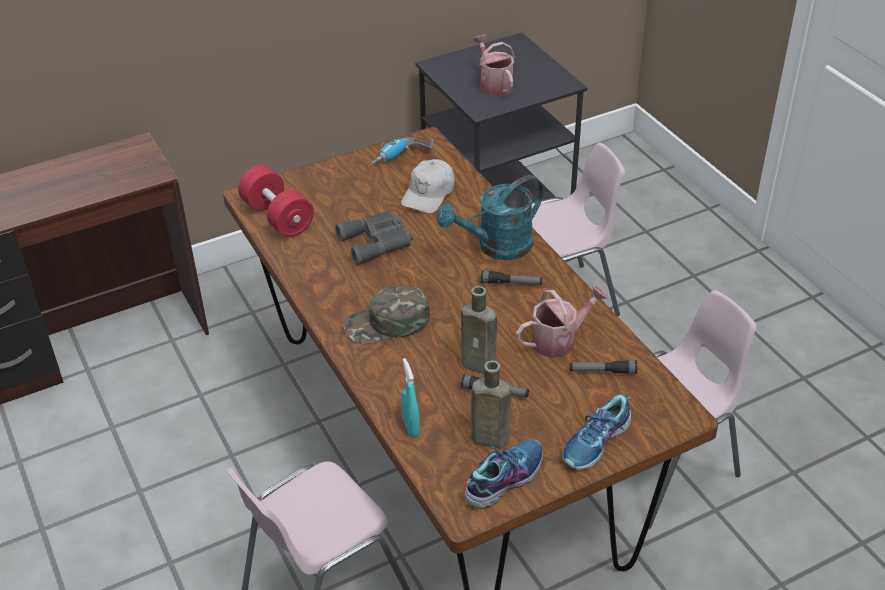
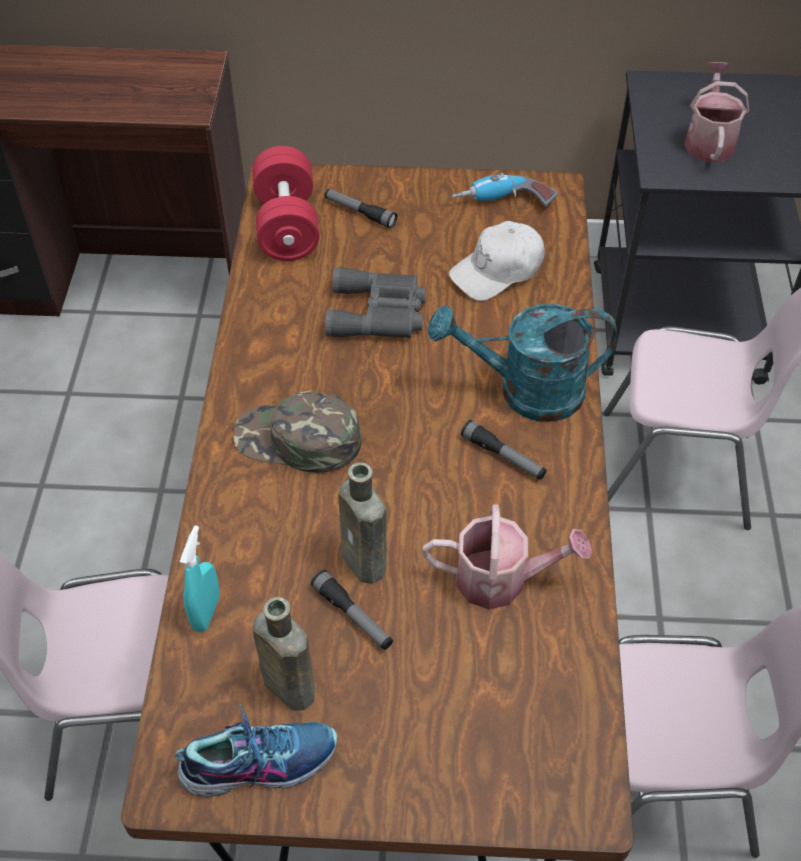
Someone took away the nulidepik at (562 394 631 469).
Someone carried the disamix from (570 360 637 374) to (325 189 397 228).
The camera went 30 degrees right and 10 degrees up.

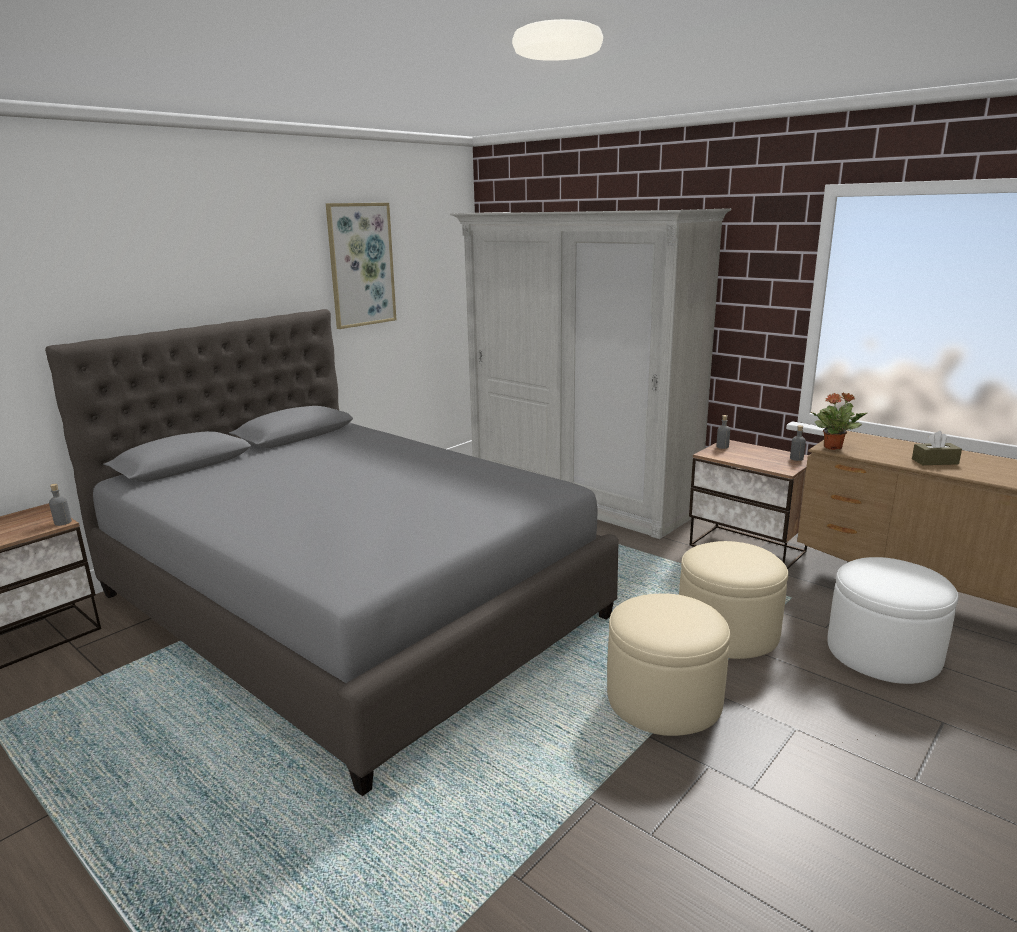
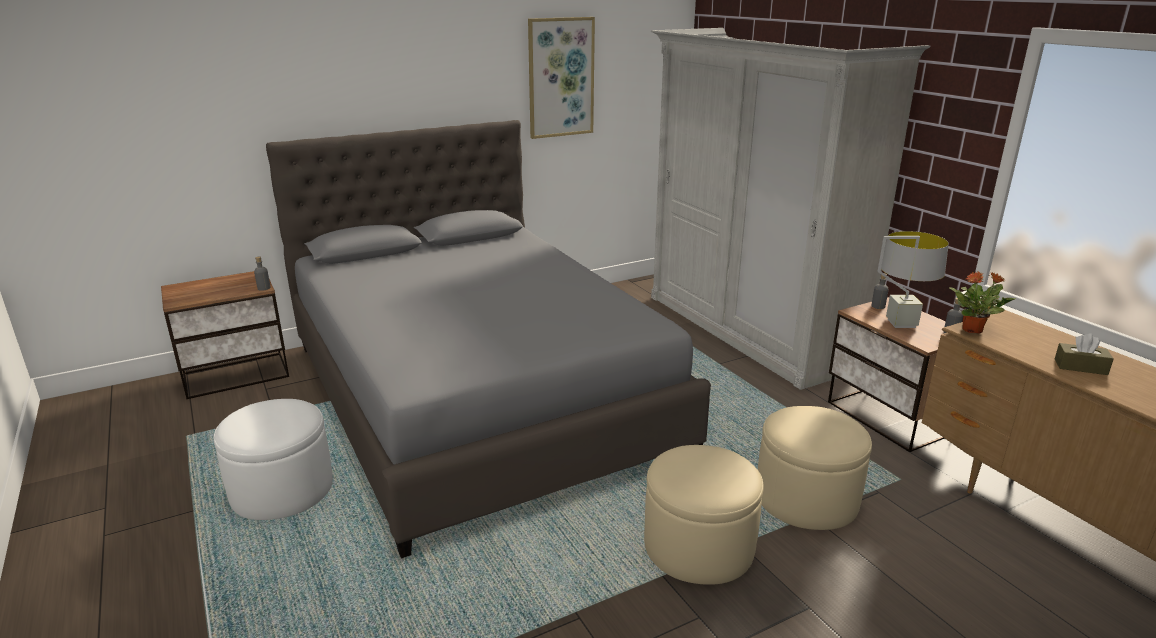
Someone carried the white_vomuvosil from (827 557 958 684) to (214 399 333 520).
Someone put down the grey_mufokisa at (877 231 949 328).
The camera went 20 degrees right and 5 degrees up.

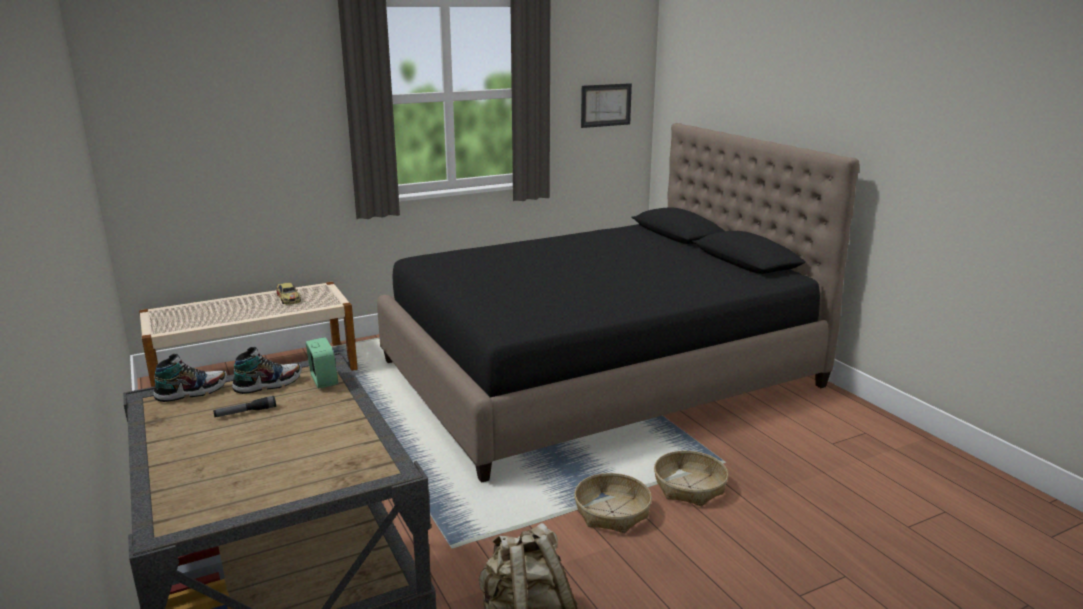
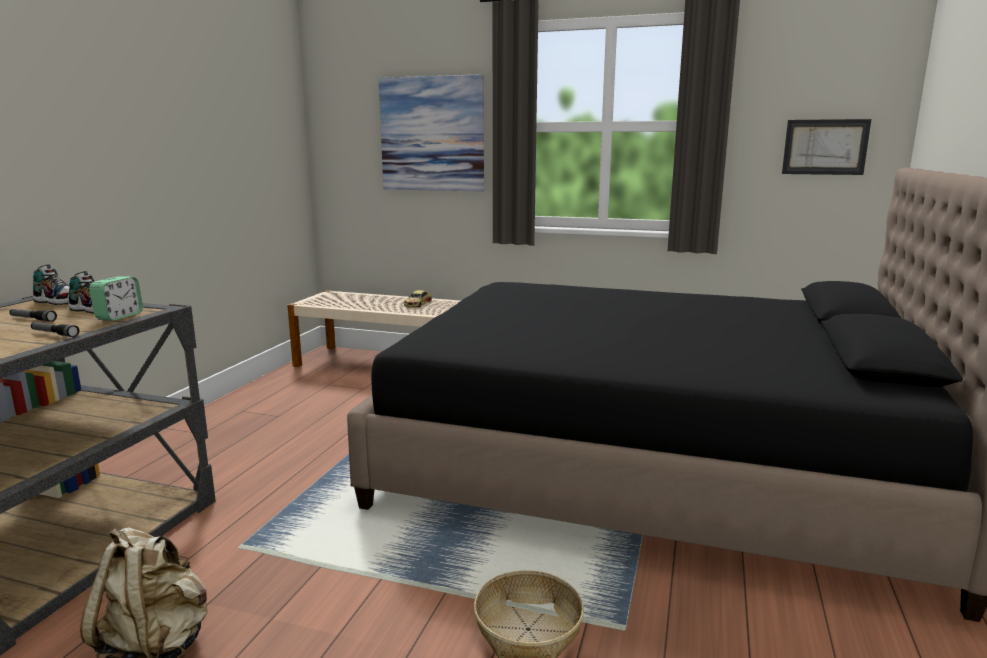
Someone took away the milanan at (574 473 652 533).
Someone put down the disamix at (31 322 80 337).
Someone put up the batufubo at (379 74 484 192).
The camera went 45 degrees right and 5 degrees down.

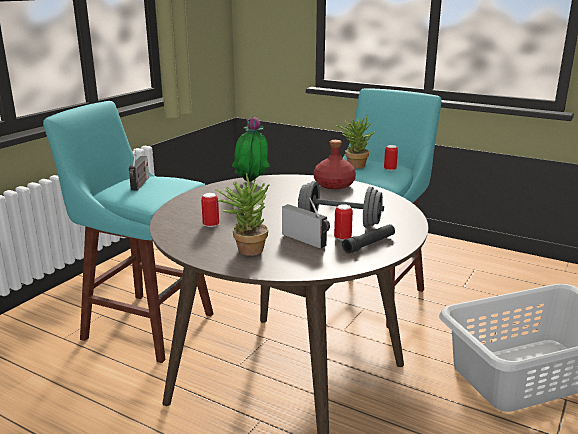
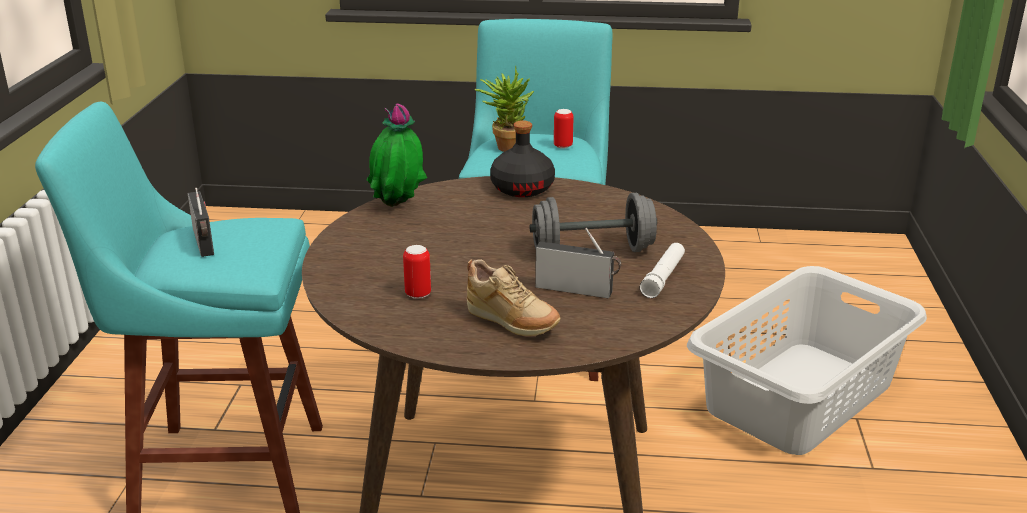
Someone swapped the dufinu at (215 173 270 256) for the beige_nulidepik at (467 259 561 336).
Someone repainted the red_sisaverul at (314 140 356 189), which became the black_sisaverul at (490 120 555 197).
Someone took away the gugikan at (334 204 353 241).
Someone repainted the black_disamix at (342 224 395 254), which became the white_disamix at (640 243 685 298).
The camera went 25 degrees left and 5 degrees up.

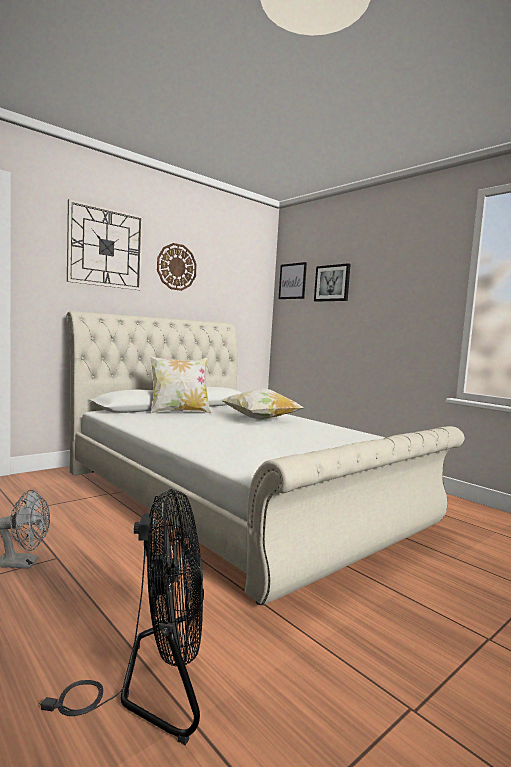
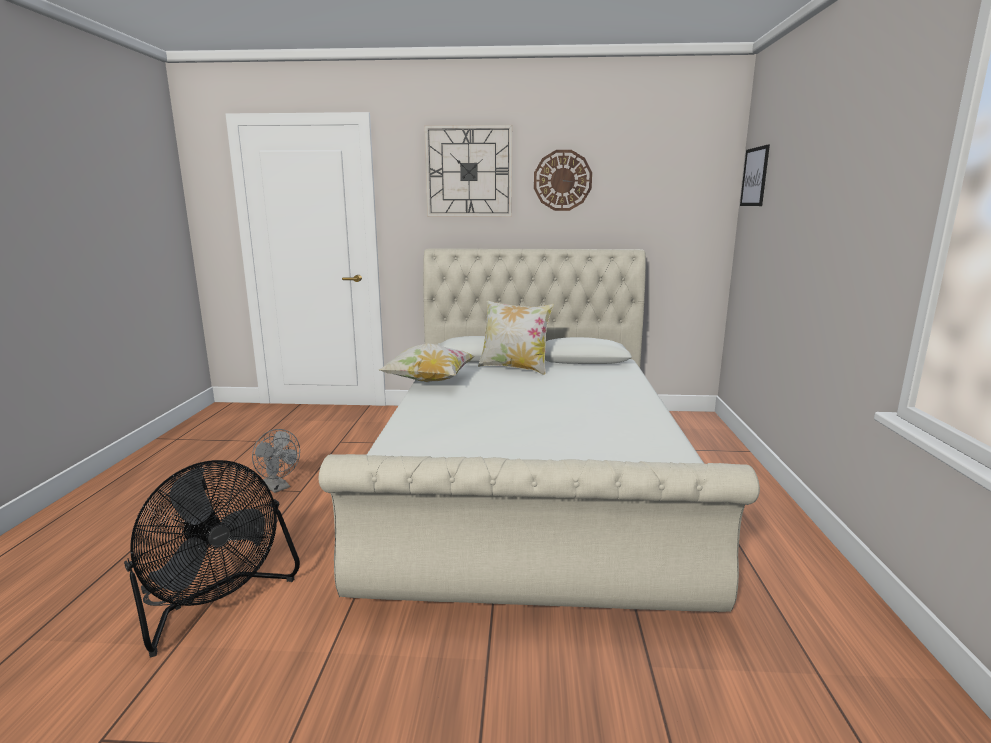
Someone carried the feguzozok from (221 388 303 420) to (379 343 475 382).
Someone took away the batufubo at (314 263 351 302).
The camera went 45 degrees right and 10 degrees up.

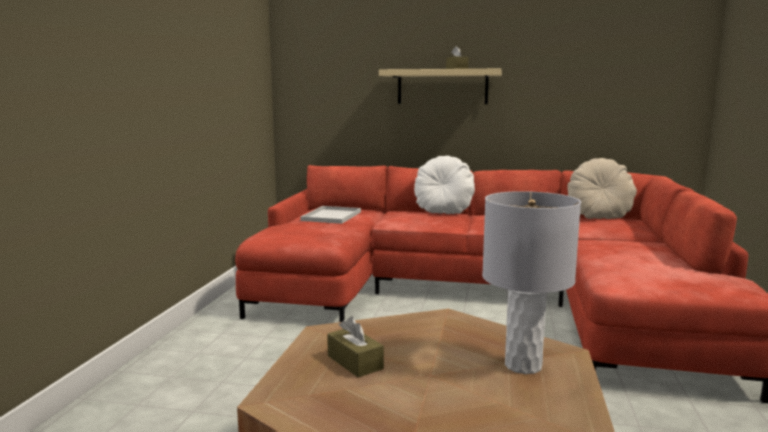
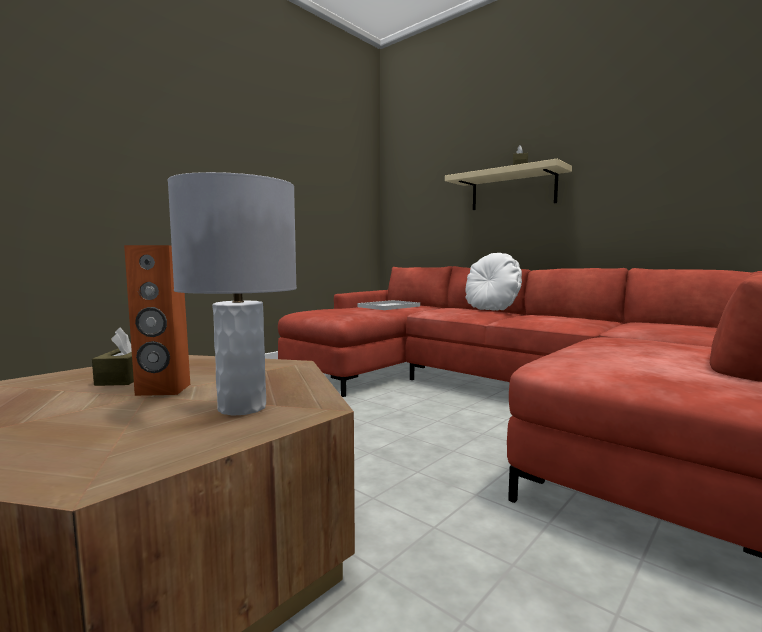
Someone took away the beige_feguzozok at (567 158 637 219).
Someone put down the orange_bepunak at (124 245 190 396).
The camera went 30 degrees right and 5 degrees down.

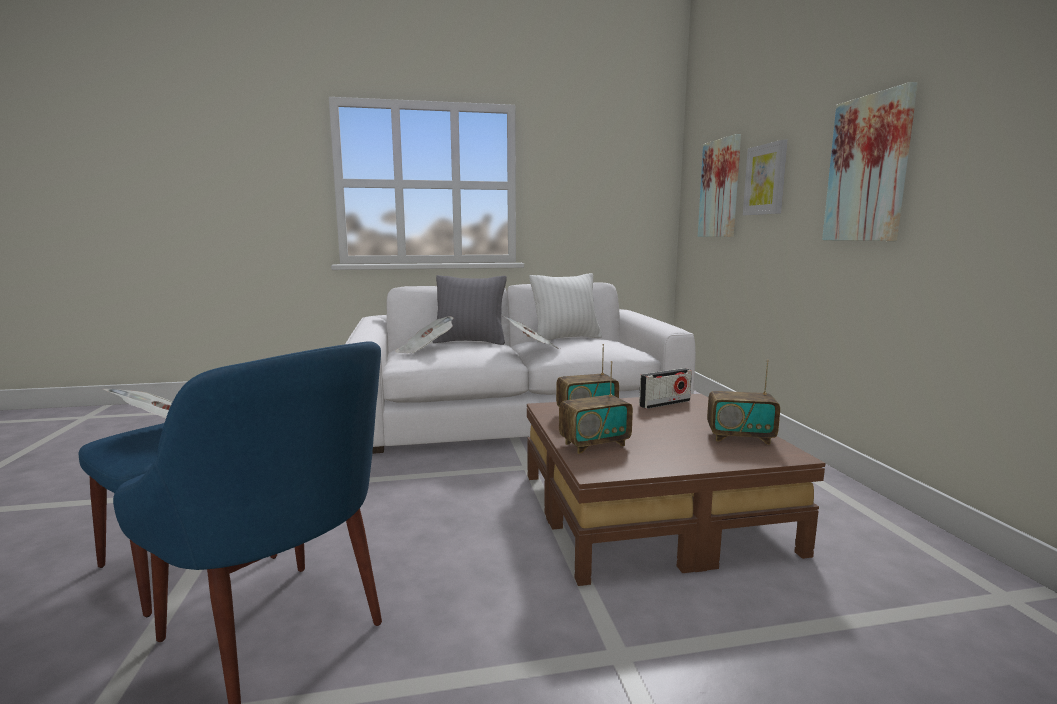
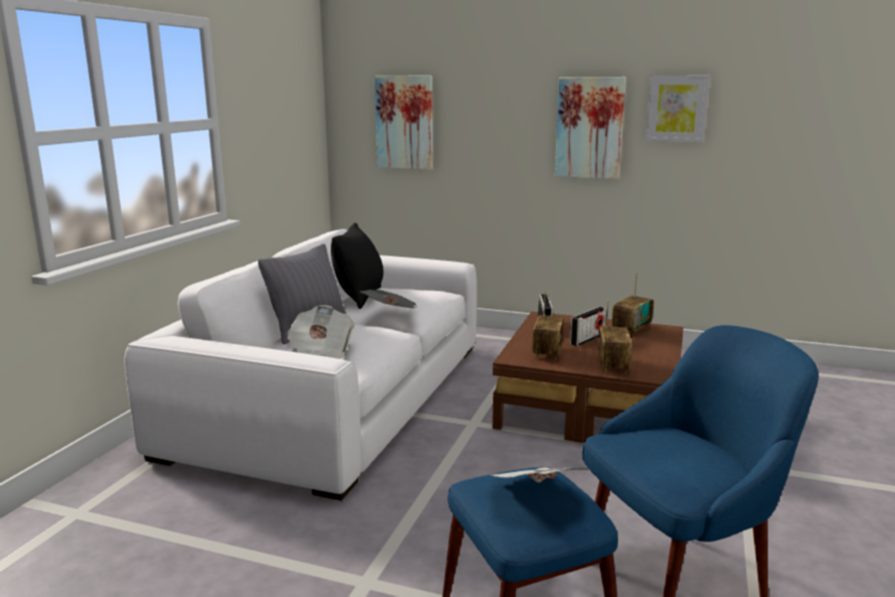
Someone repainted the white_feguzozok at (529 273 602 342), which became the black_feguzozok at (331 223 383 309).
Someone carried the batufubo from (743 139 788 216) to (645 75 710 142).
Someone put down the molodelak at (570 307 607 346).
The camera went 60 degrees left and 5 degrees up.

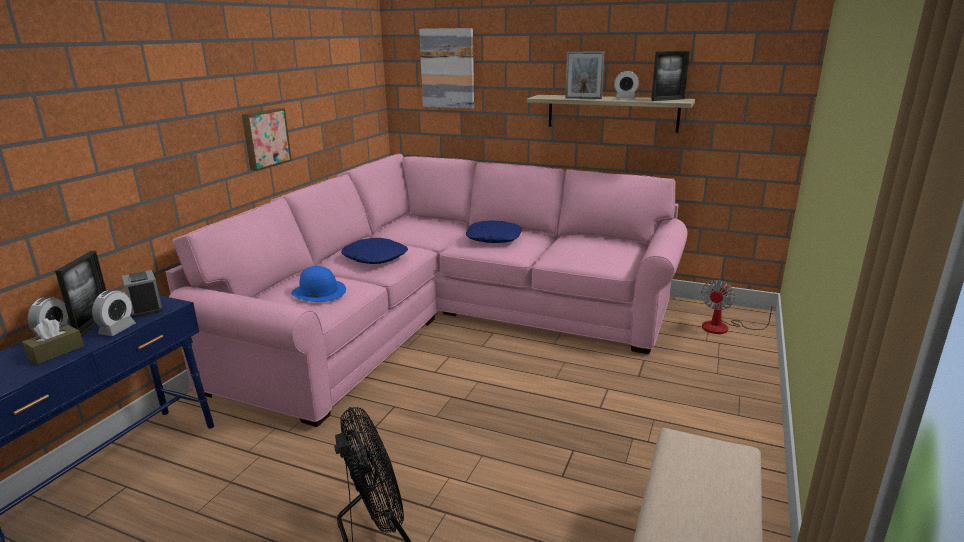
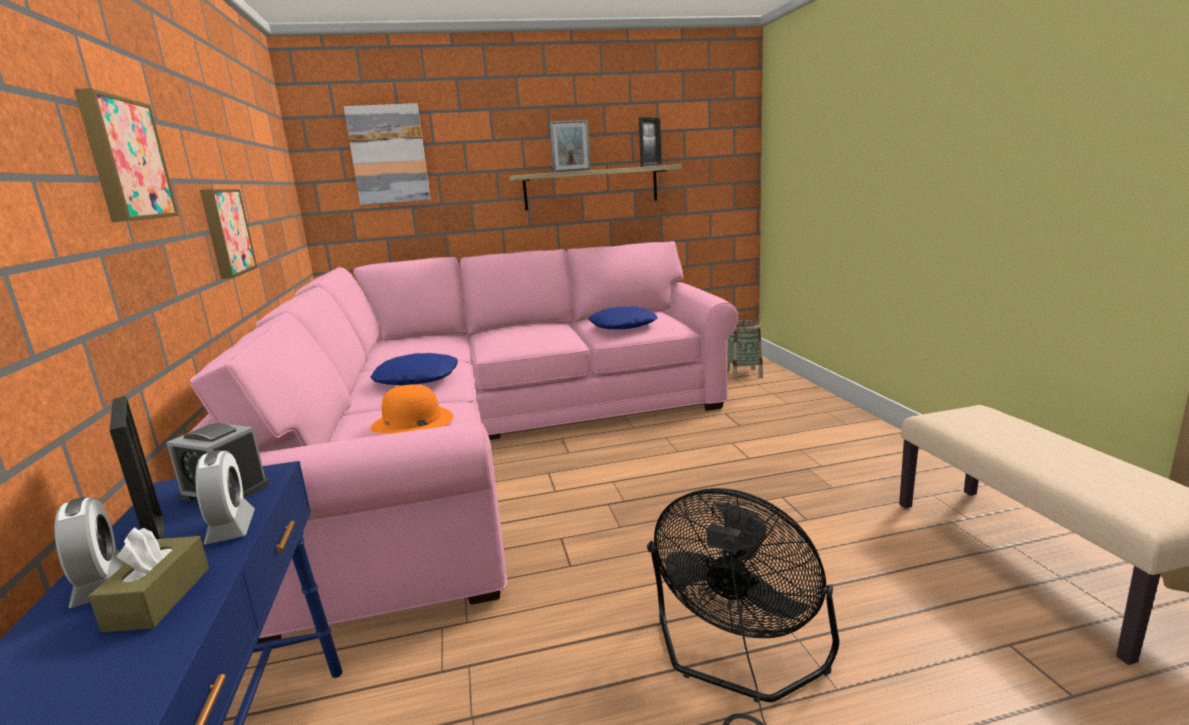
Someone repainted the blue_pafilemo at (291 266 346 302), which became the orange_pafilemo at (371 384 453 433).
Someone carried the blue_feguzozok from (466 220 522 243) to (588 307 658 329).
Someone took away the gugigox at (614 70 639 98).
Someone swapped the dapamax at (701 280 777 334) for the milanan at (727 319 763 379).
Someone put up the batufubo at (74 88 179 222).
The camera went 35 degrees left and 5 degrees down.

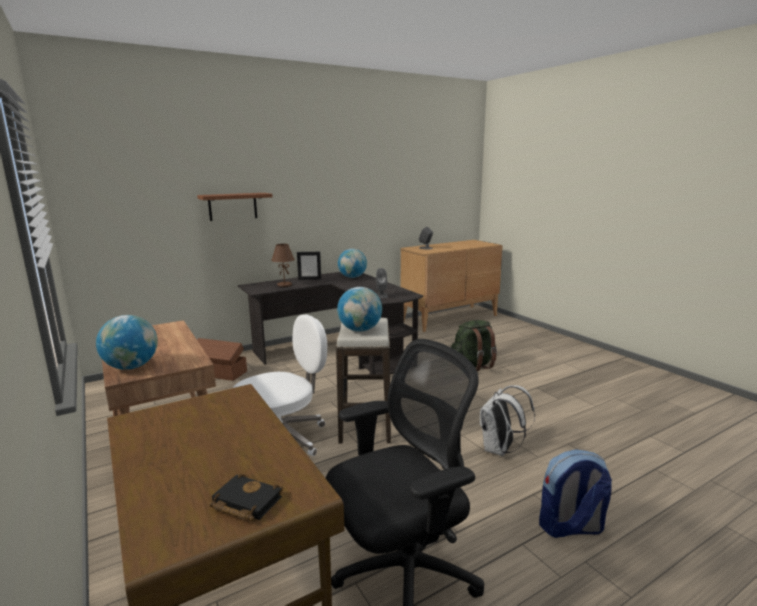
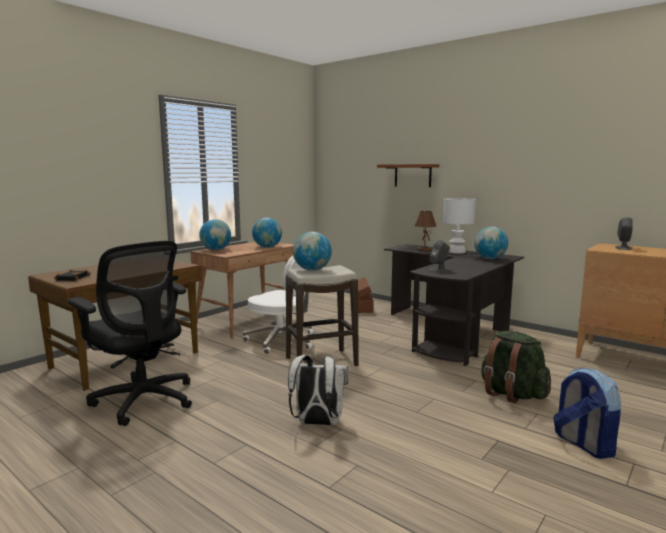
Someone swapped the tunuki at (297 252 321 280) for the white_mufokisa at (443 198 476 253).
Someone carried the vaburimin from (539 449 612 538) to (554 368 621 459).
Someone put down the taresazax at (252 218 282 247).
The camera went 70 degrees right and 5 degrees down.

